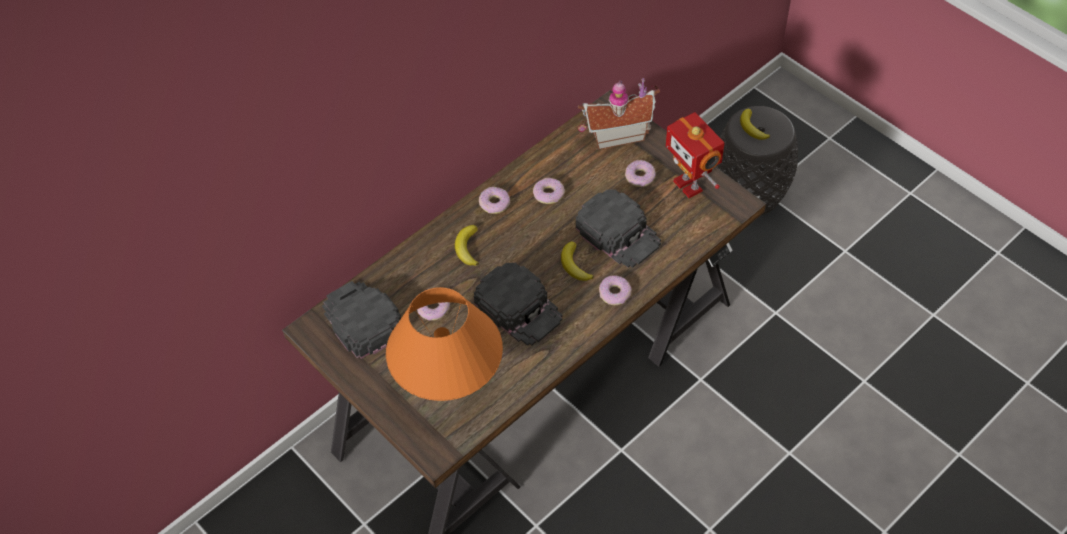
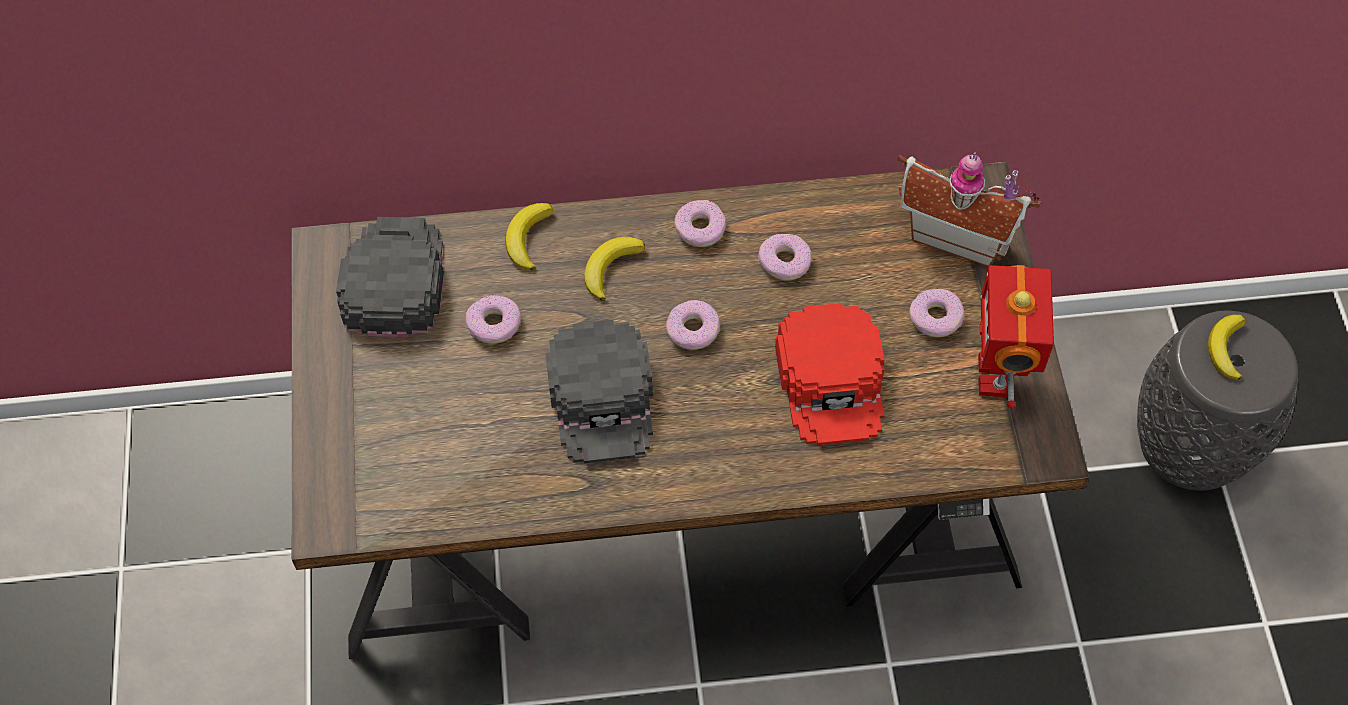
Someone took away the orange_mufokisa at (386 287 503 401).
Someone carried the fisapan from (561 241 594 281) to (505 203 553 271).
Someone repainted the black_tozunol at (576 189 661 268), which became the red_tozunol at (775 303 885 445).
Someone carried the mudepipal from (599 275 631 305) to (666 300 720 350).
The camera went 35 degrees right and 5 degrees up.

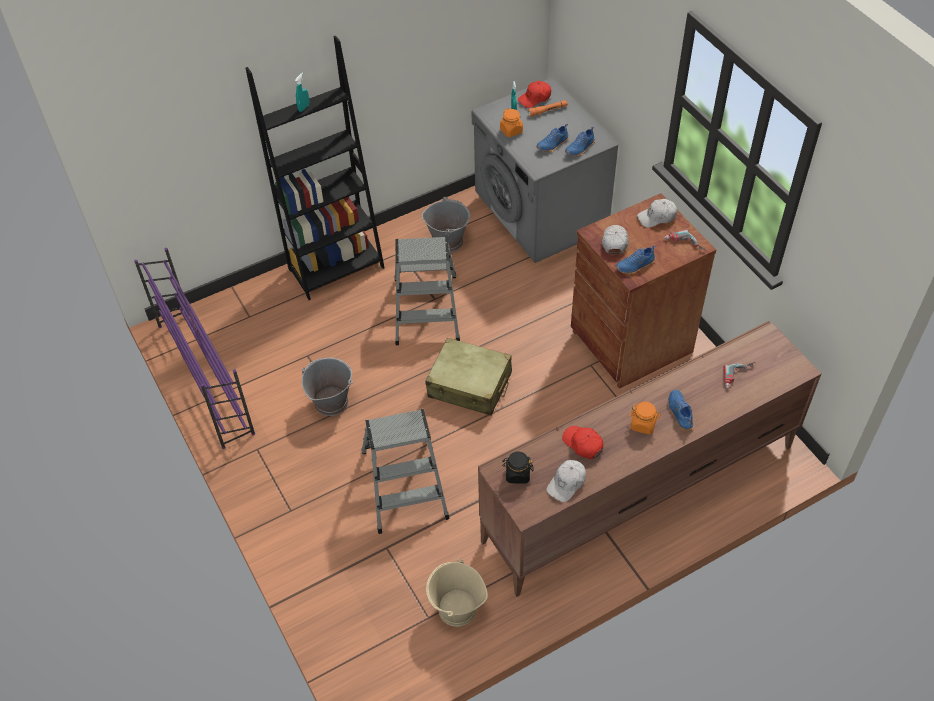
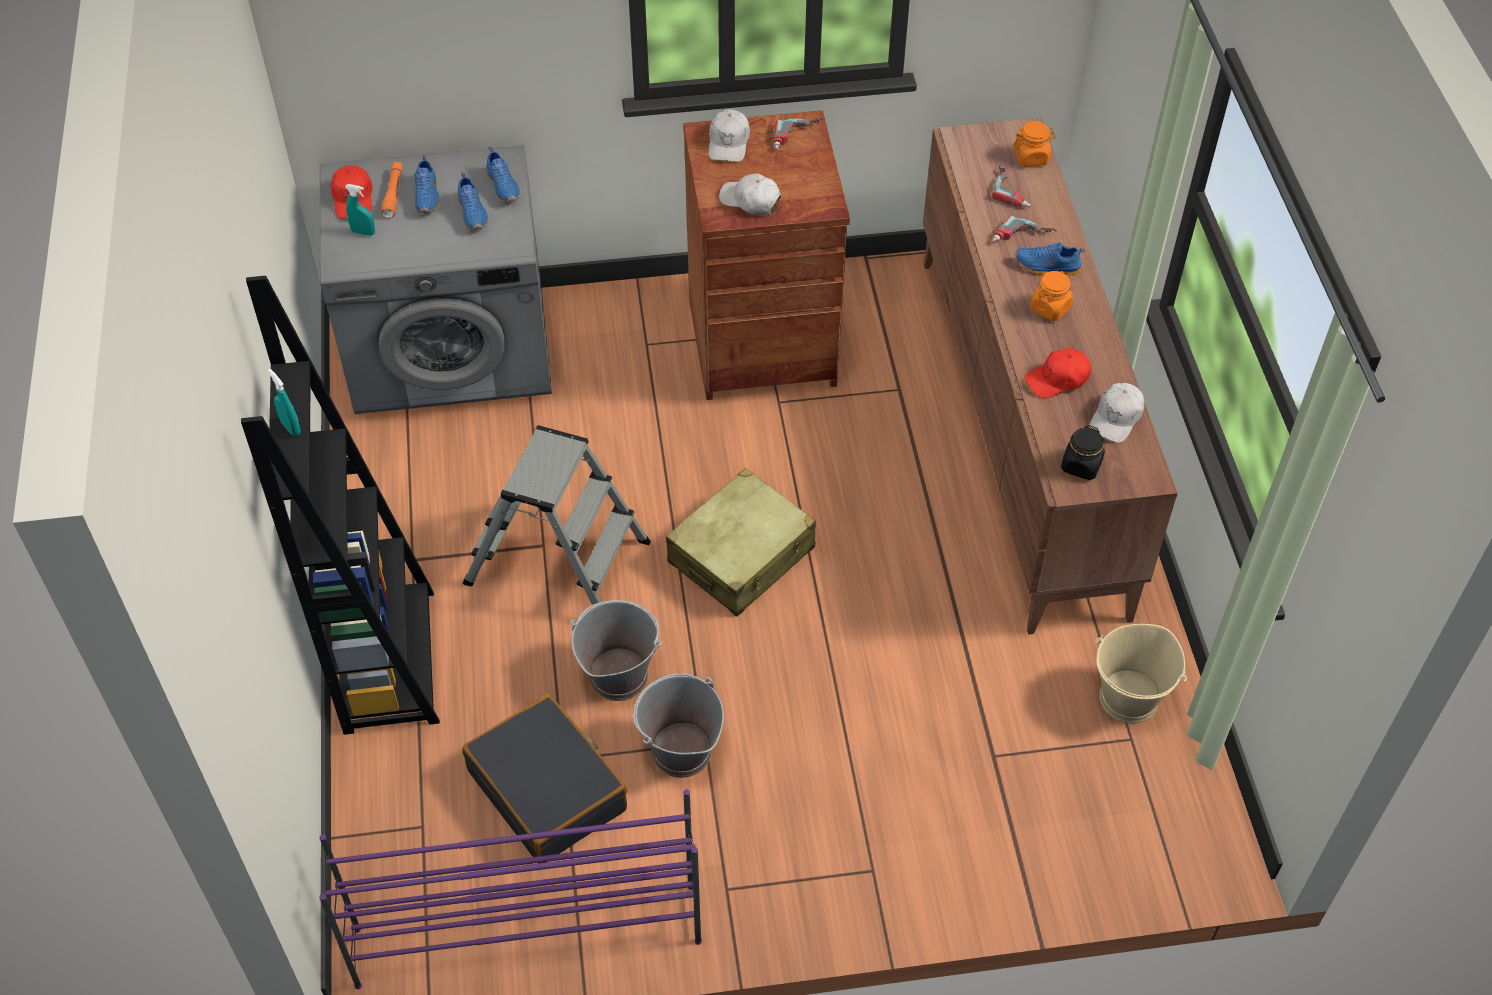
Someone took away the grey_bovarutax at (361 409 449 534).
Someone carried the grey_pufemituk from (421 197 470 252) to (570 600 662 701).
Someone carried the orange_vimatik from (500 108 523 137) to (1013 121 1056 167).
Someone rotated the white_tozunol at (546 460 586 502) by 60 degrees clockwise.
Someone carried the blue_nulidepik from (616 245 656 275) to (414 154 441 213).
Someone put down the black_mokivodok at (462 694 627 863).
Someone put down the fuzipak at (992 215 1057 242).
The camera went 70 degrees left and 0 degrees up.

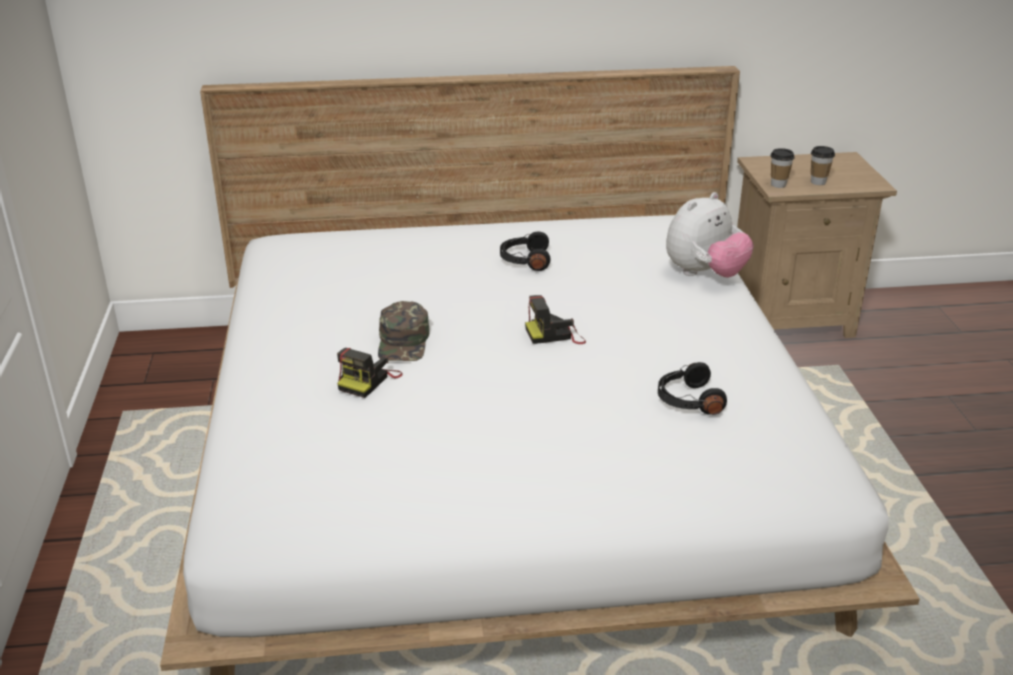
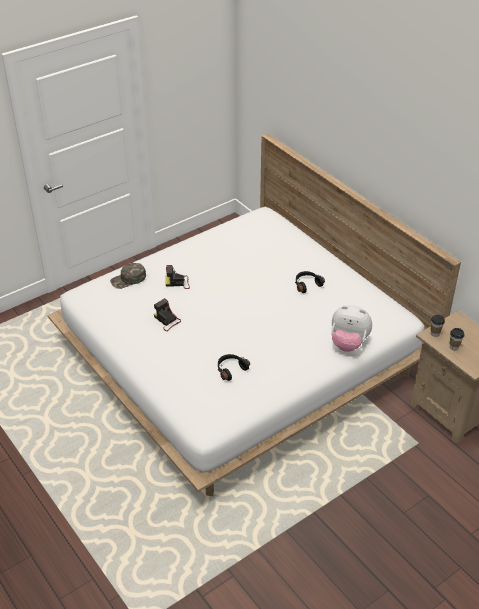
Someone carried the green_tozunol from (378 301 430 361) to (110 263 146 289).
Someone carried the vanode from (525 295 586 344) to (154 298 181 331).
The camera went 60 degrees right and 10 degrees up.

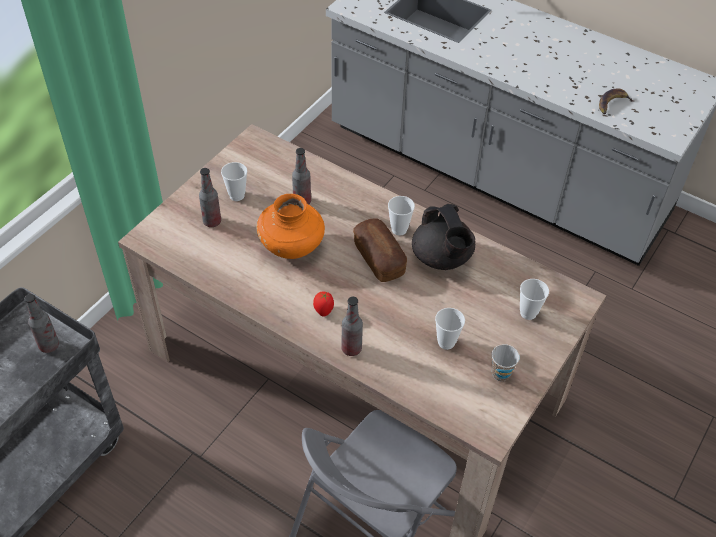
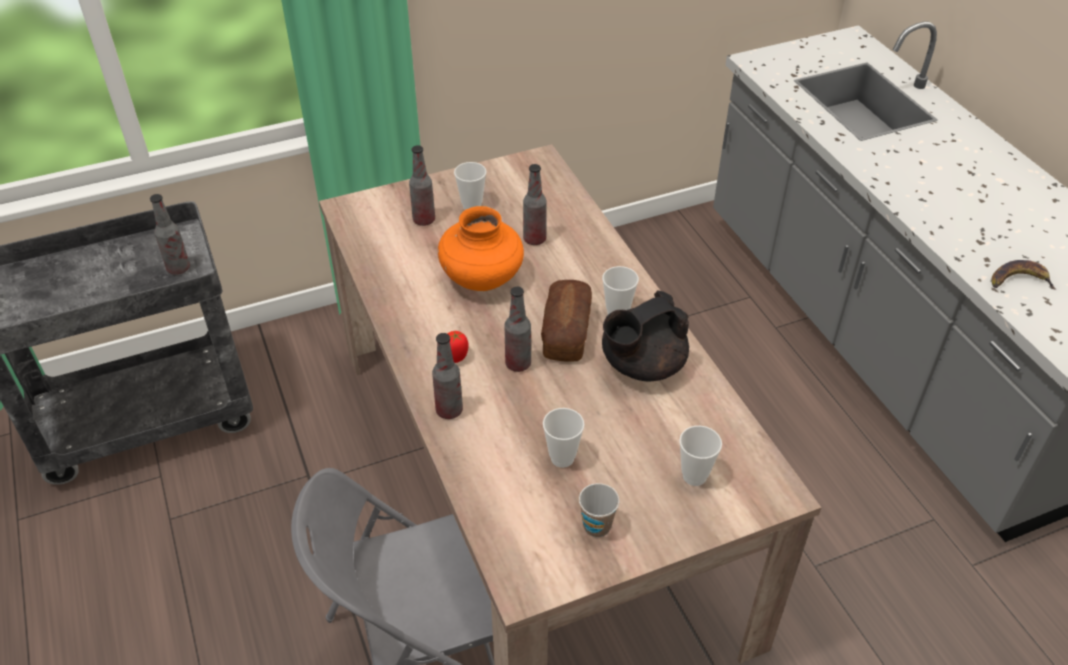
Someone rotated the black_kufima at (412 204 475 270) by 45 degrees clockwise.
Someone put down the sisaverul at (505 287 531 372).
The camera went 35 degrees right and 5 degrees down.

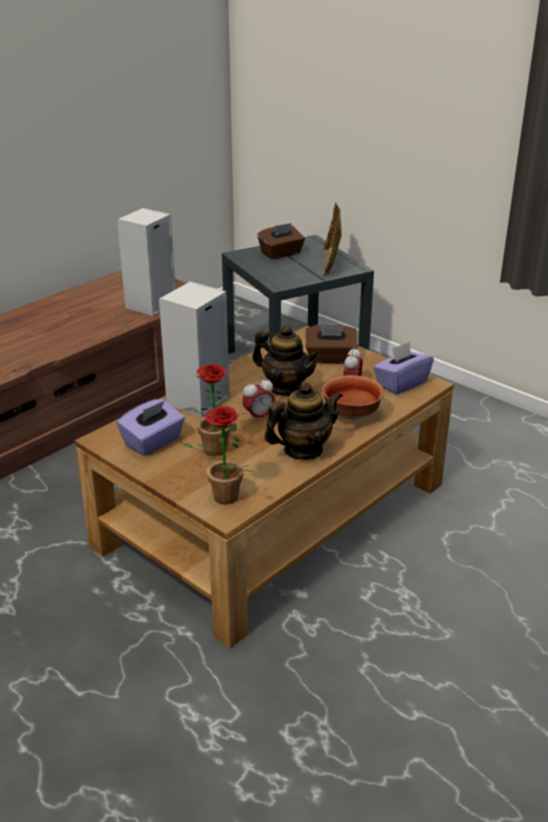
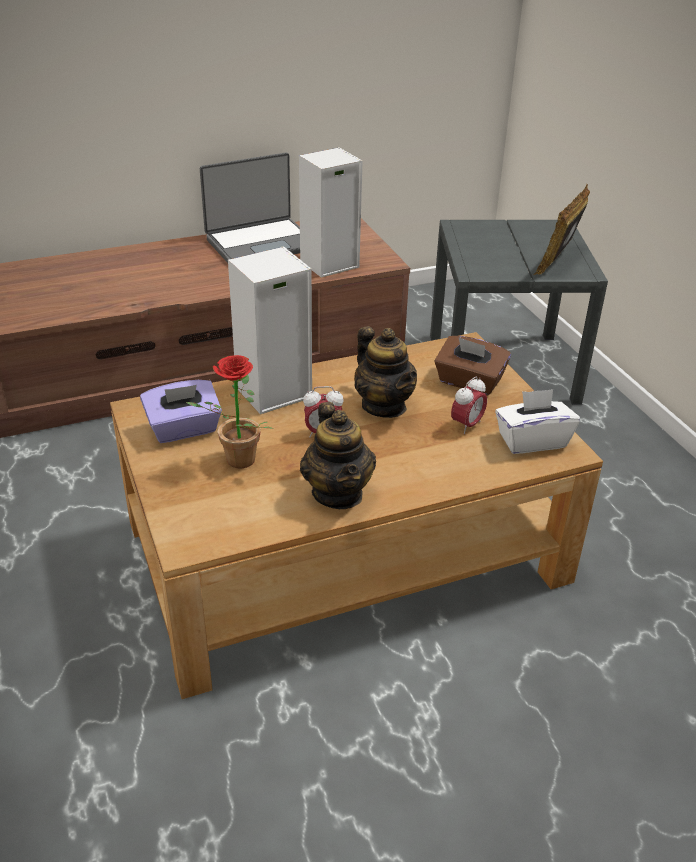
Someone took away the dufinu at (181 406 252 505).
Someone took away the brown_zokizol at (257 223 305 259).
Someone rotated the kufima at (264 382 343 460) by 75 degrees clockwise.
Someone took away the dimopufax at (322 375 384 420).
Someone repainted the purple_zokizol at (373 342 434 395), which became the white_zokizol at (495 389 580 454).
Someone put down the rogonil at (200 153 300 263).
The camera went 25 degrees right and 5 degrees up.

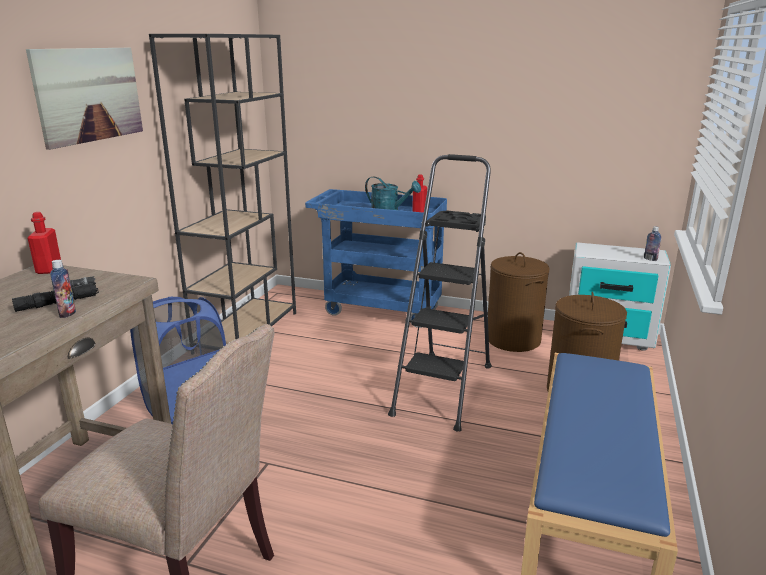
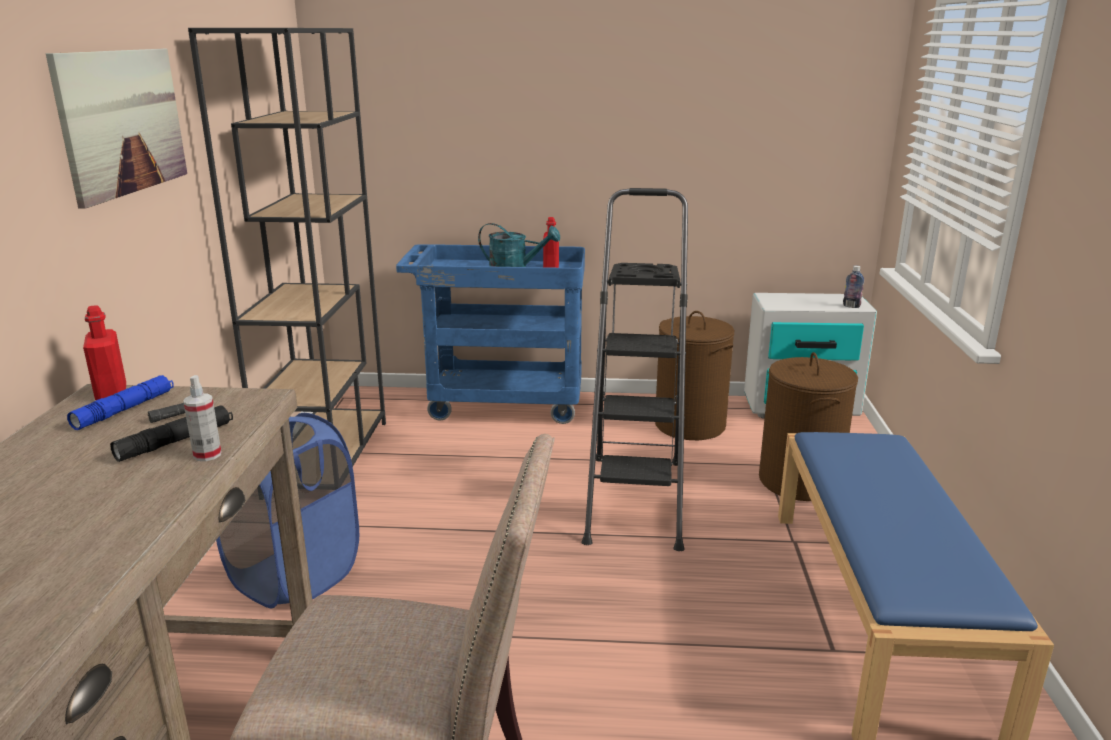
Someone swapped the sisaverul at (50 260 76 318) for the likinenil at (183 375 222 461).
Someone put down the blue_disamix at (67 375 174 430).
The camera went 15 degrees left and 0 degrees up.

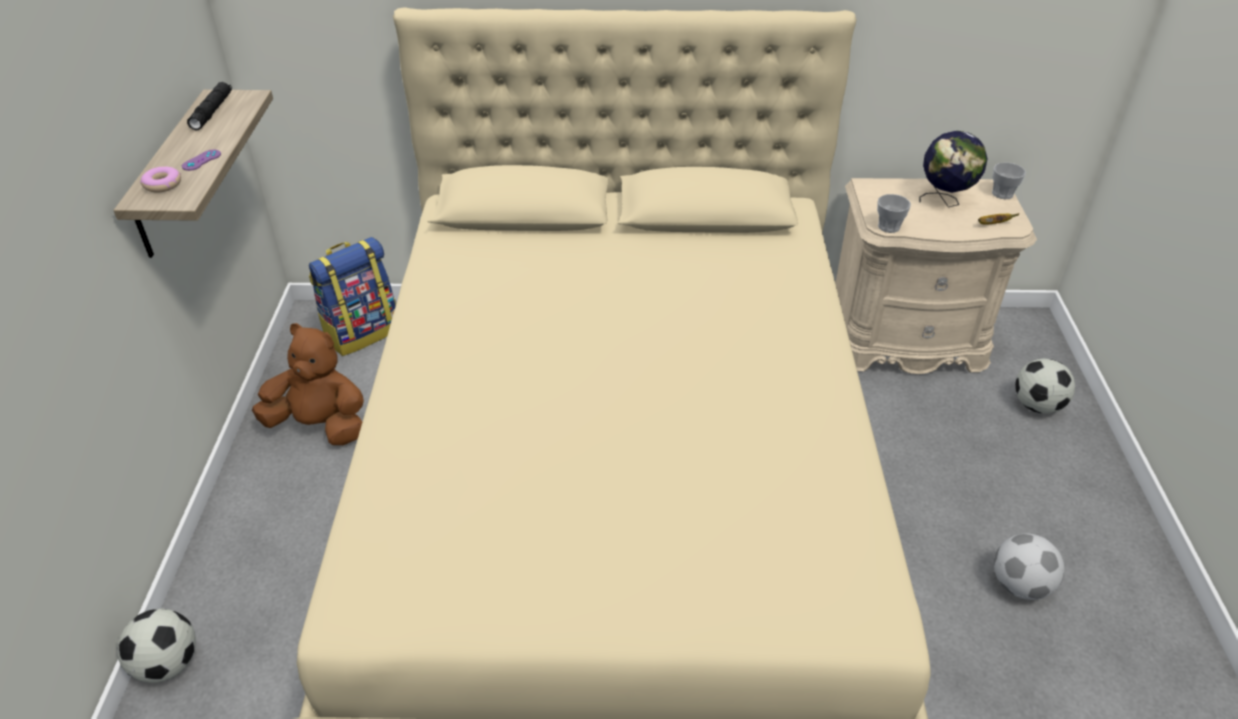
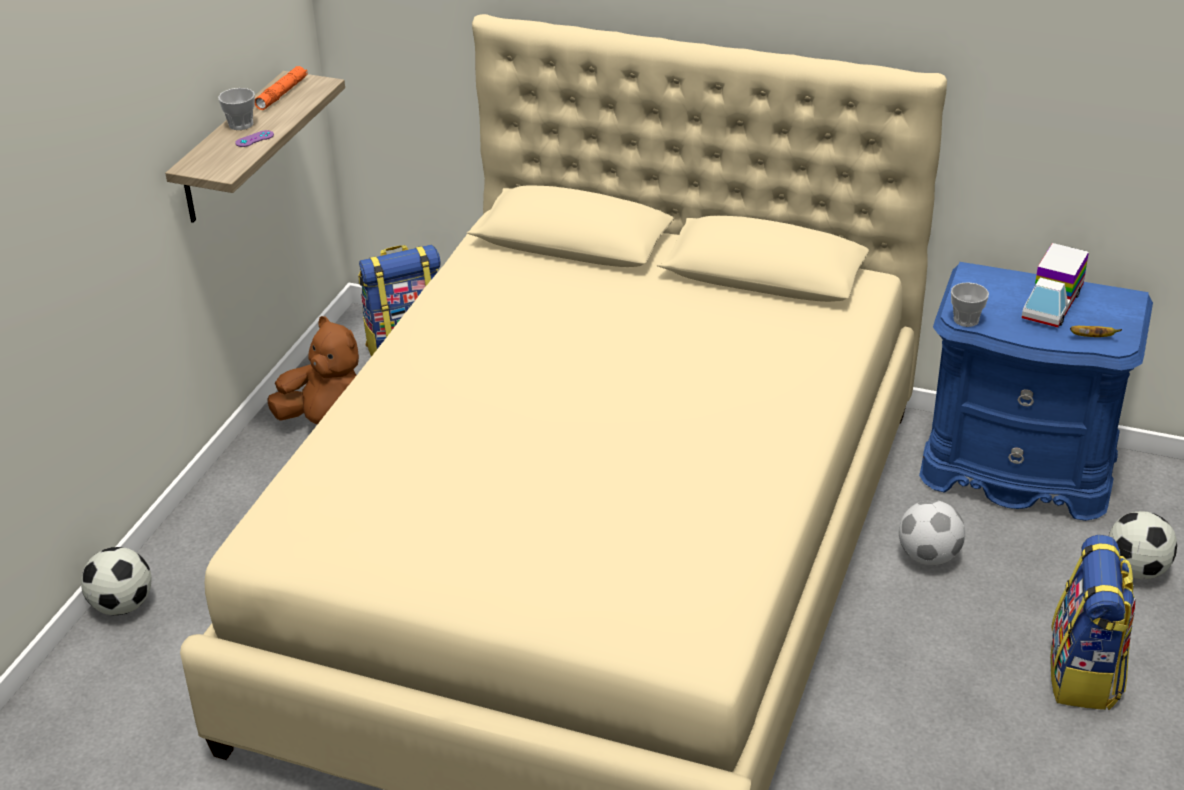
Someone took away the mudepipal at (141 166 181 193).
Someone repainted the black_disamix at (187 82 232 130), which became the orange_disamix at (255 66 308 110).
Someone repainted the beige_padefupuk at (835 178 1037 374), which became the blue_padefupuk at (919 262 1153 521).
Someone swapped the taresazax at (919 131 988 207) for the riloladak at (1021 243 1089 327).
Someone carried the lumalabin from (992 162 1026 199) to (218 88 255 130).
Someone carried the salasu from (994 533 1064 600) to (899 500 965 565).
Someone put down the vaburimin at (1050 535 1136 710).
The camera went 20 degrees right and 5 degrees down.

